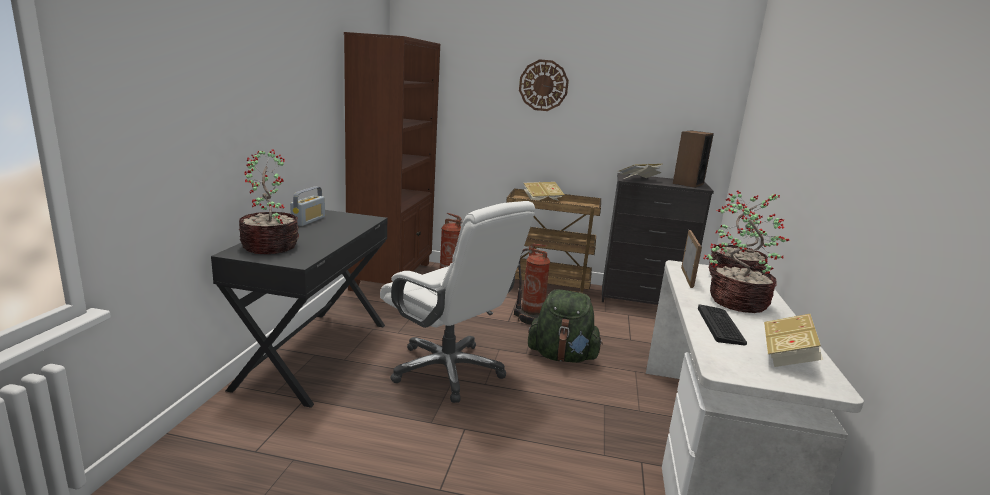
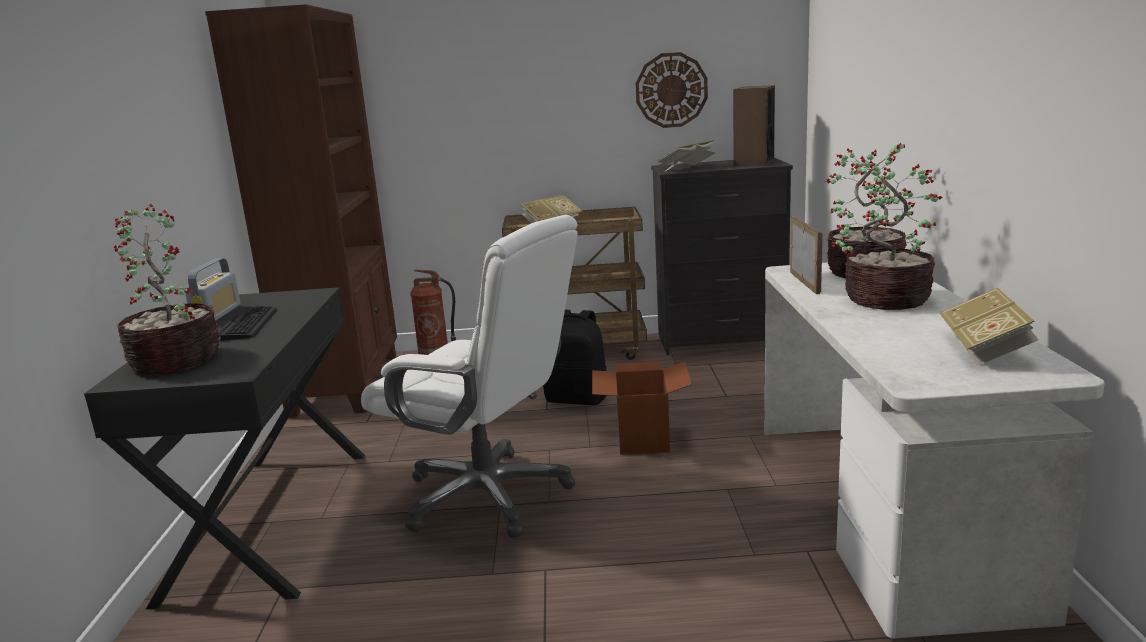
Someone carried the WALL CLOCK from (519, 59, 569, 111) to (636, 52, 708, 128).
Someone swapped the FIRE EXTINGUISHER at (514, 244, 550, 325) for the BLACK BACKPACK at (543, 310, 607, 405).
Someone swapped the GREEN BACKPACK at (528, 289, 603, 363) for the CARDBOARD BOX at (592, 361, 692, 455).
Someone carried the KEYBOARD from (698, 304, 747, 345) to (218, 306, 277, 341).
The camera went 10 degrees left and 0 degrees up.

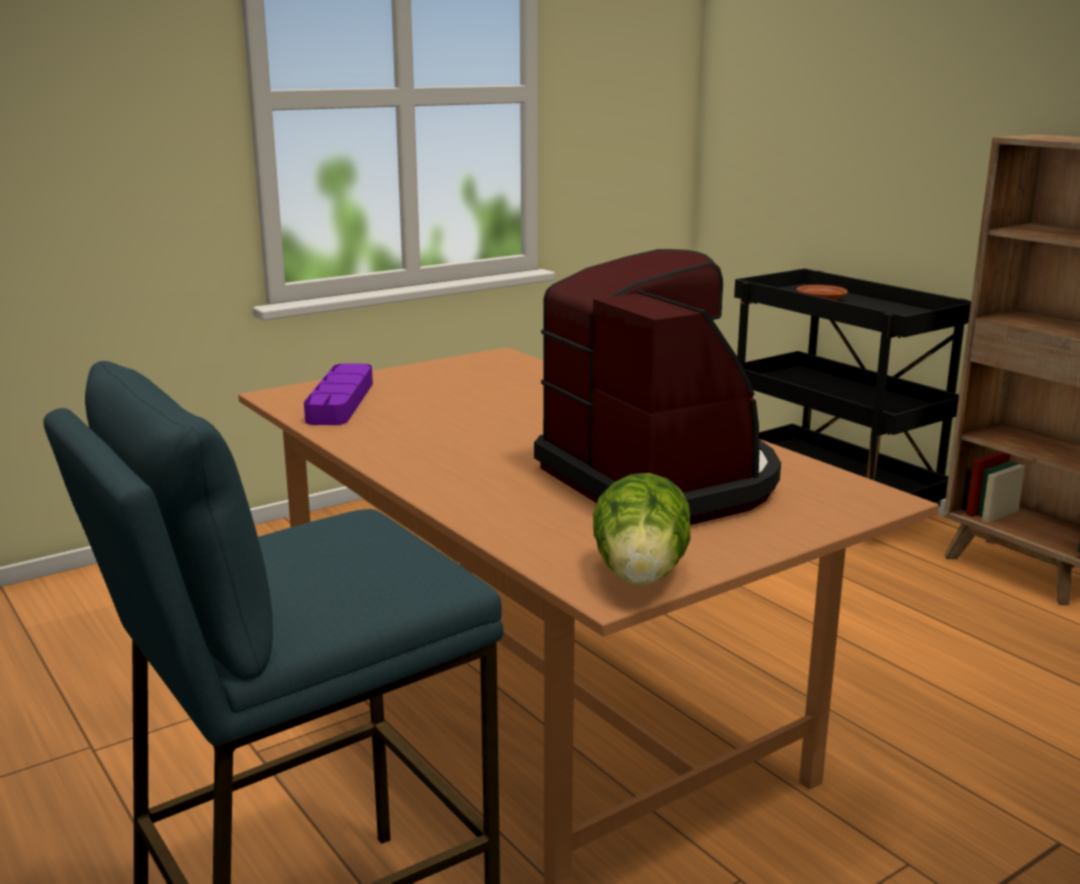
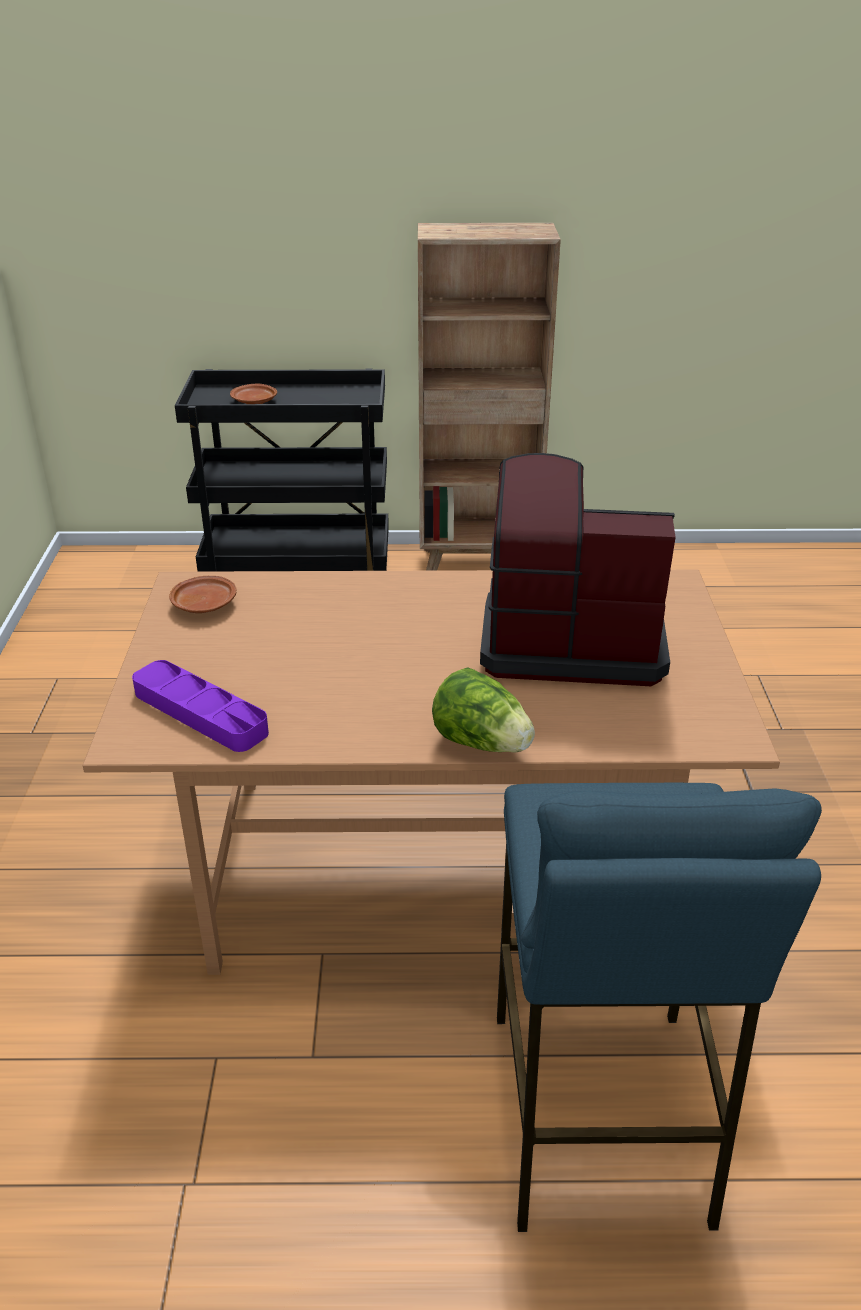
Someone carried the LETTUCE from (593, 473, 690, 586) to (432, 667, 535, 753).
Someone put down the BROWN PLATE at (169, 576, 237, 613).
The camera went 55 degrees left and 15 degrees up.

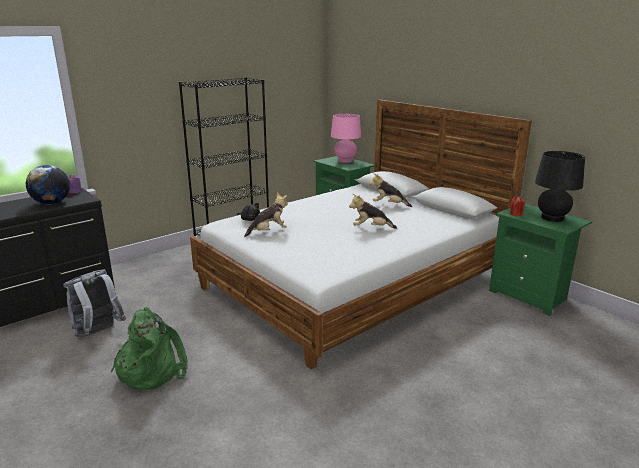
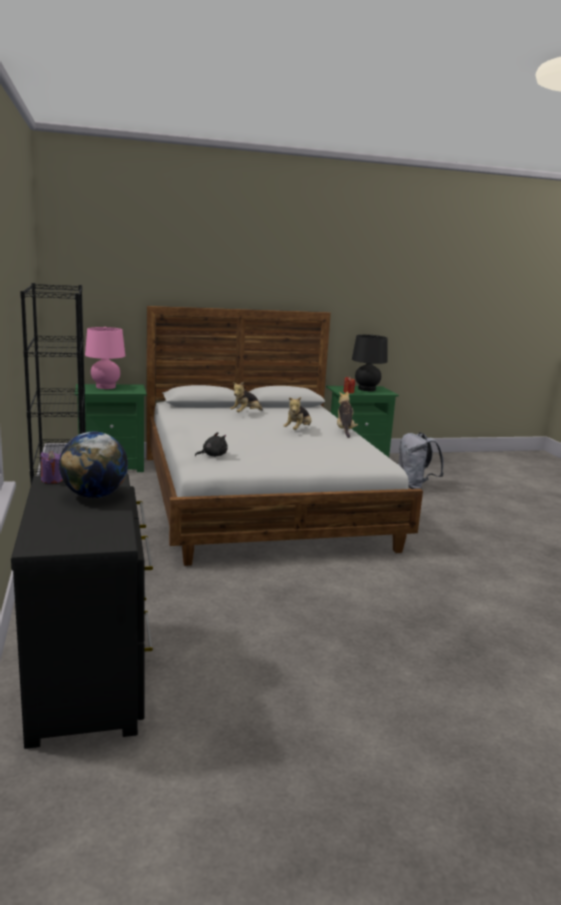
Someone carried the PLUSH TOY from (244, 193, 288, 237) to (337, 391, 358, 438).
Someone carried the GREY BACKPACK from (63, 269, 126, 337) to (398, 432, 444, 489).
Someone took away the GREEN BACKPACK at (111, 306, 188, 390).
The camera went 65 degrees left and 5 degrees down.

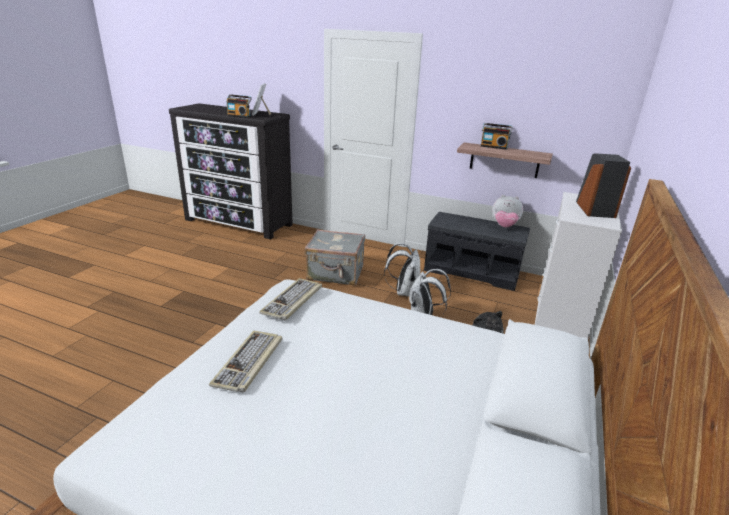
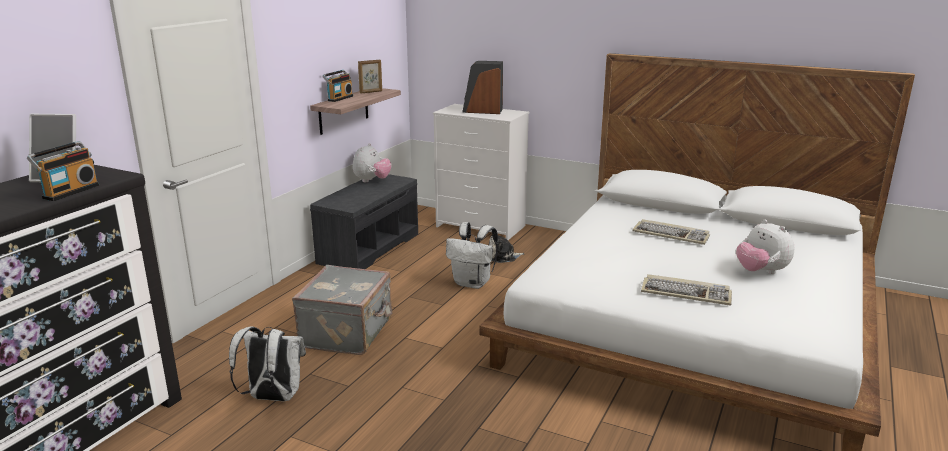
Someone carried the WHITE BACKPACK from (384, 243, 421, 297) to (229, 326, 306, 401).
Someone carried the KEYBOARD from (259, 278, 322, 321) to (632, 219, 710, 245).
Someone put down the PICTURE FRAME at (358, 60, 382, 93).
Someone put down the PLUSH TOY at (736, 220, 794, 274).
The camera went 85 degrees left and 5 degrees down.

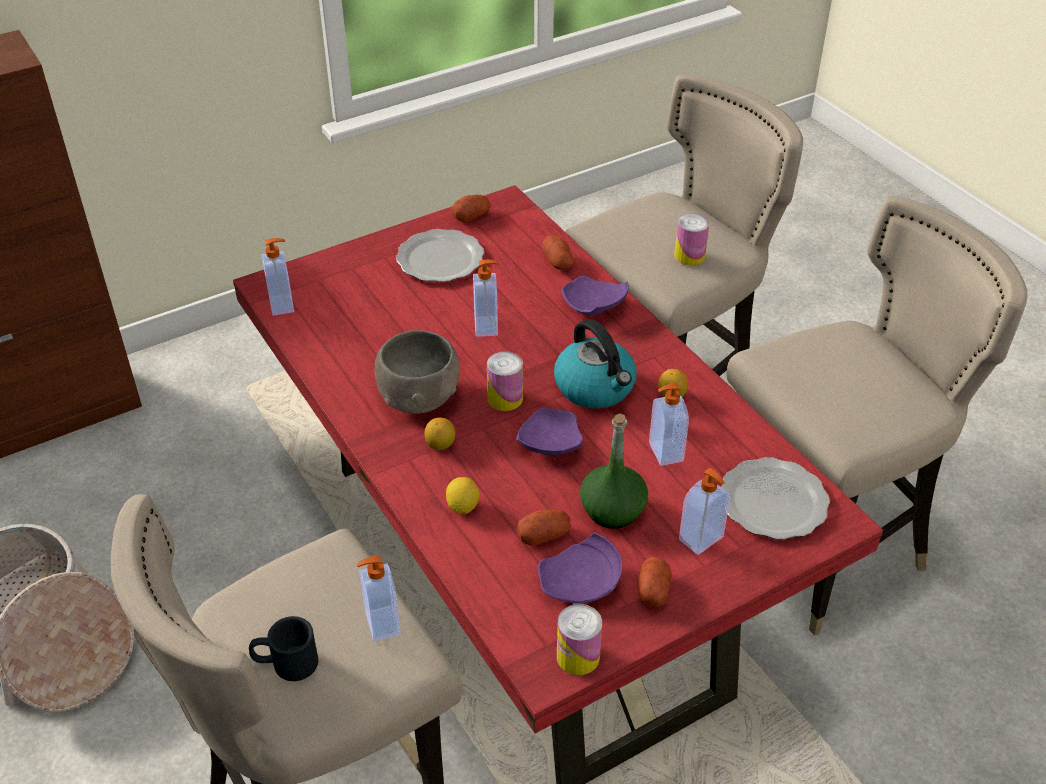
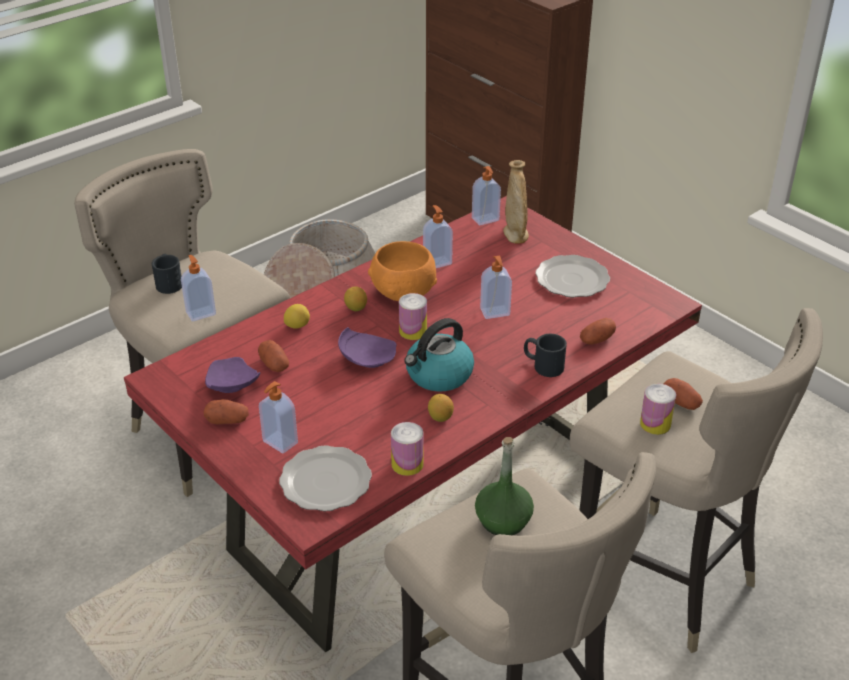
Someone carried the POTATO from (452, 195, 491, 222) to (663, 378, 703, 410).
Someone swapped the PURPLE PLATE at (562, 276, 629, 315) for the BLACK MUG at (524, 334, 567, 377).
Someone repainted the GREY BOWL at (375, 330, 460, 414), which became the ORANGE BOWL at (368, 241, 437, 301).
Someone carried the SOAP DISPENSER from (649, 383, 689, 466) to (423, 205, 453, 268).
Someone carried the GREEN BOTTLE from (580, 413, 648, 529) to (475, 437, 534, 535).
Someone carried the CAN from (557, 604, 602, 675) to (391, 422, 424, 476).
Someone put down the BEIGE VASE at (503, 160, 529, 244).
The camera went 80 degrees right and 5 degrees down.

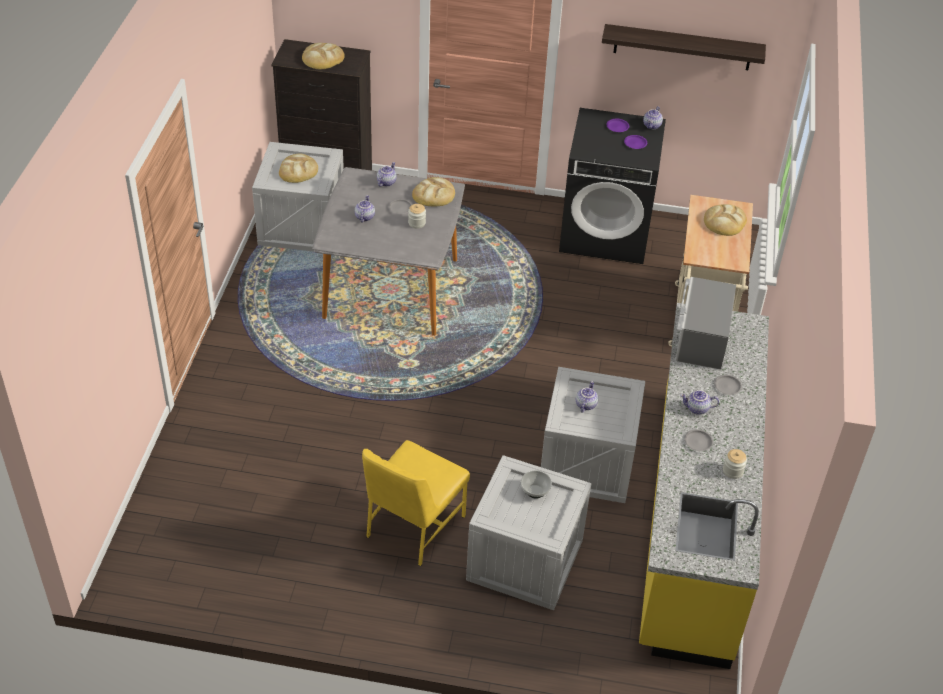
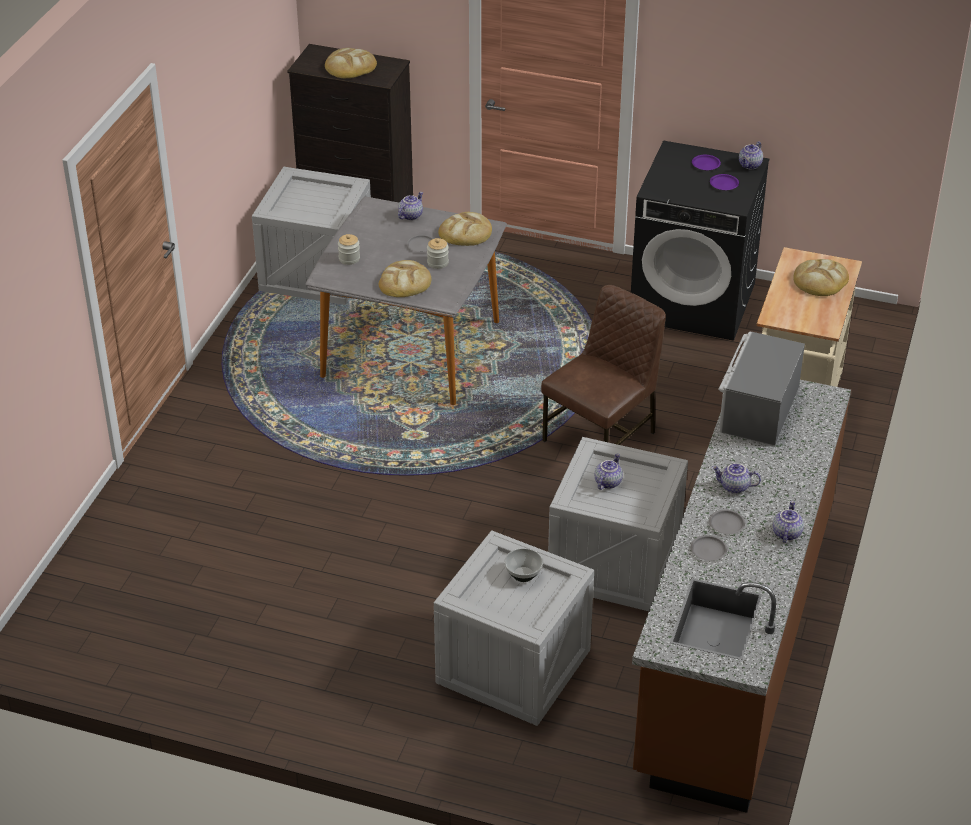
Someone took away the SHELF at (602, 24, 766, 70).
Someone carried the BREAD from (279, 154, 318, 183) to (379, 260, 431, 297).
Someone carried the TEAPOT from (355, 195, 375, 223) to (773, 501, 804, 543).
Someone repainted the YELLOW COUNTER at (639, 303, 769, 669), which became the BROWN COUNTER at (632, 380, 851, 813).
Someone carried the GREY PLATE from (714, 375, 742, 395) to (691, 535, 727, 561).
Someone took away the YELLOW CHAIR at (362, 440, 470, 566).
Someone carried the JAR from (723, 449, 747, 479) to (338, 234, 360, 265).
Someone put down the BROWN CHAIR at (541, 285, 666, 445).
The camera went 10 degrees right and 5 degrees down.

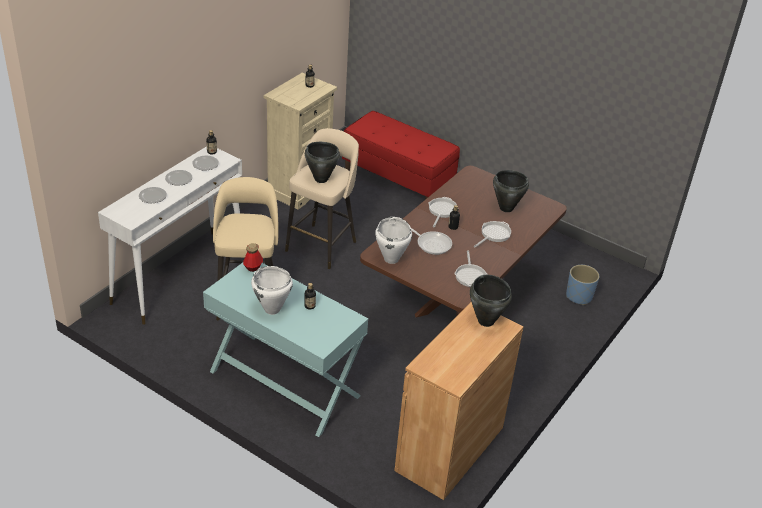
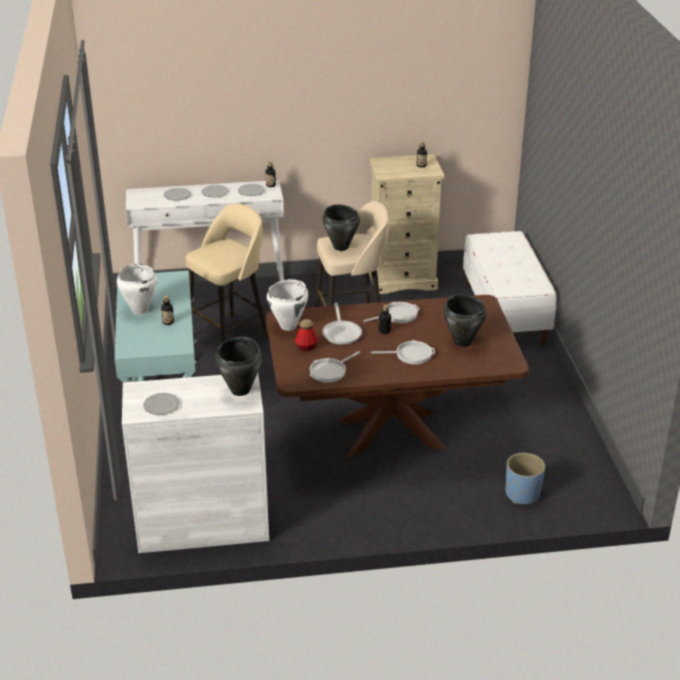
Someone repainted the RED BENCH at (342, 111, 460, 200), which became the WHITE BENCH at (463, 231, 556, 345).
Someone carried the BOTTLE from (243, 243, 263, 272) to (295, 319, 318, 351).
Someone repainted the BROWN CABINET at (394, 302, 524, 500), which became the WHITE CABINET at (122, 373, 269, 553).
Someone put down the PLATE at (143, 393, 180, 415).
The camera went 50 degrees right and 5 degrees down.

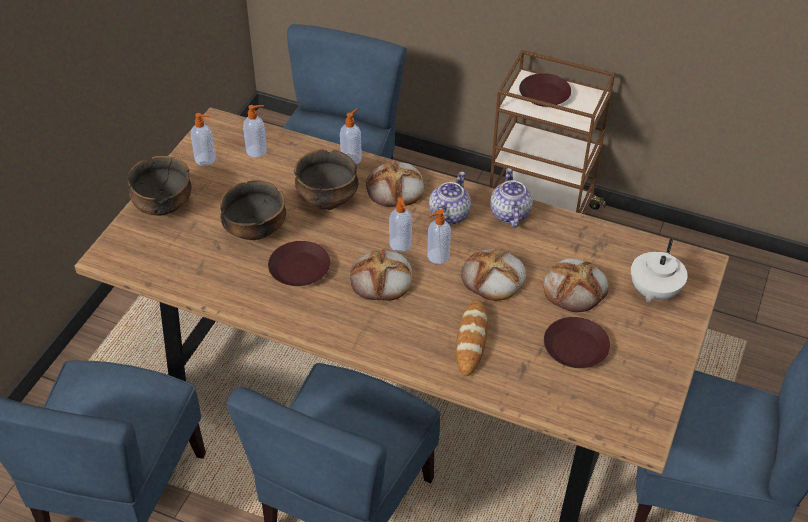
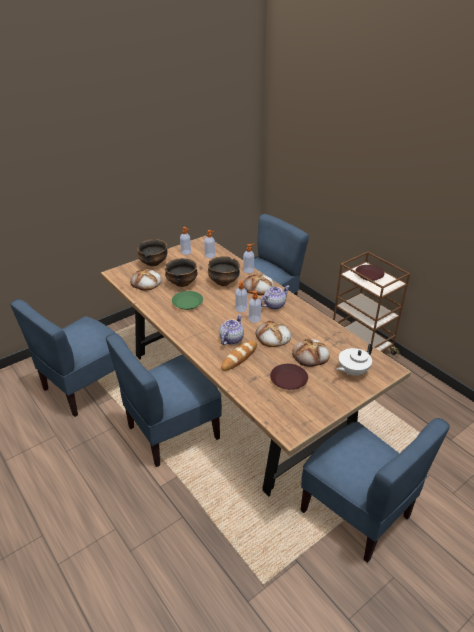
Someone carried the TEAPOT from (490, 168, 533, 228) to (219, 315, 244, 345).
Someone repainted the BROWN PLATE at (268, 241, 330, 286), which became the GREEN PLATE at (172, 291, 203, 310).
Someone carried the BREAD from (350, 249, 412, 301) to (130, 269, 162, 291).
The camera went 30 degrees right and 10 degrees down.

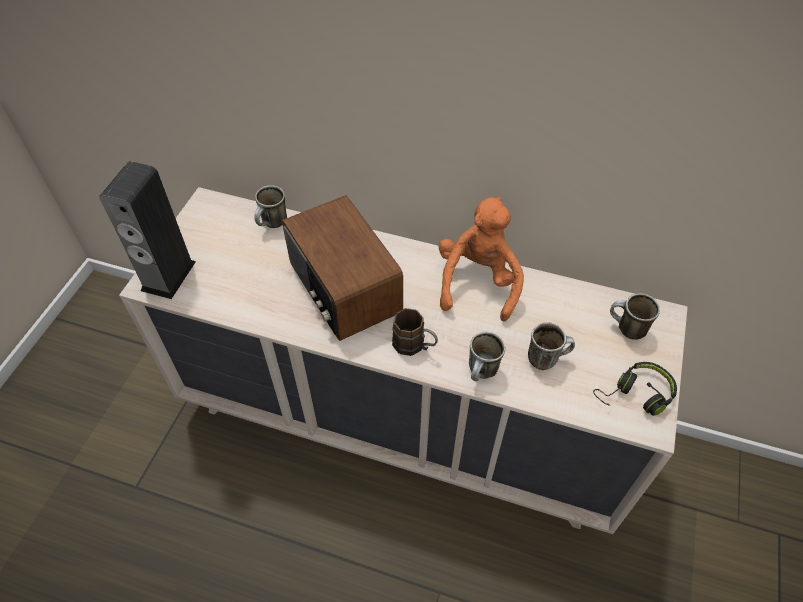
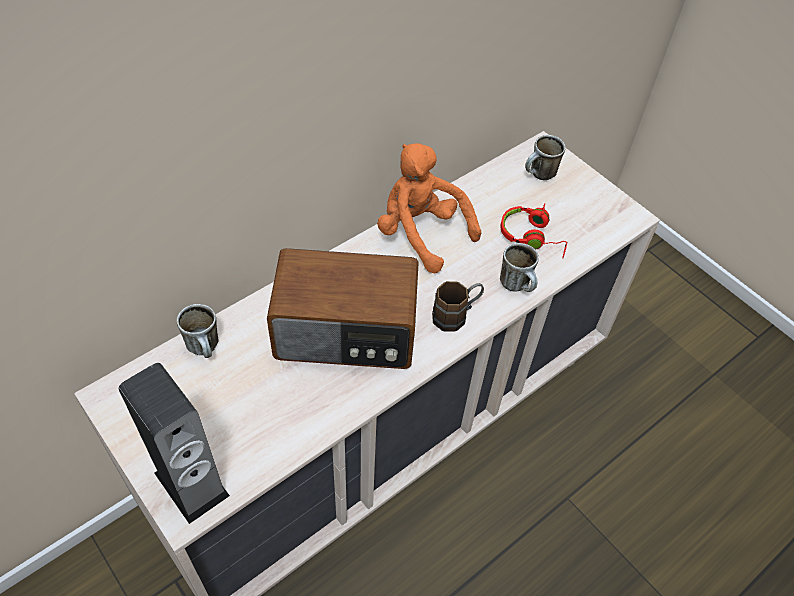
Someone swapped the MUG at (528, 322, 575, 370) for the RED HEADPHONES at (500, 203, 567, 258).
Someone took away the BLACK HEADPHONES at (593, 362, 677, 416).
The camera went 60 degrees left and 0 degrees up.

